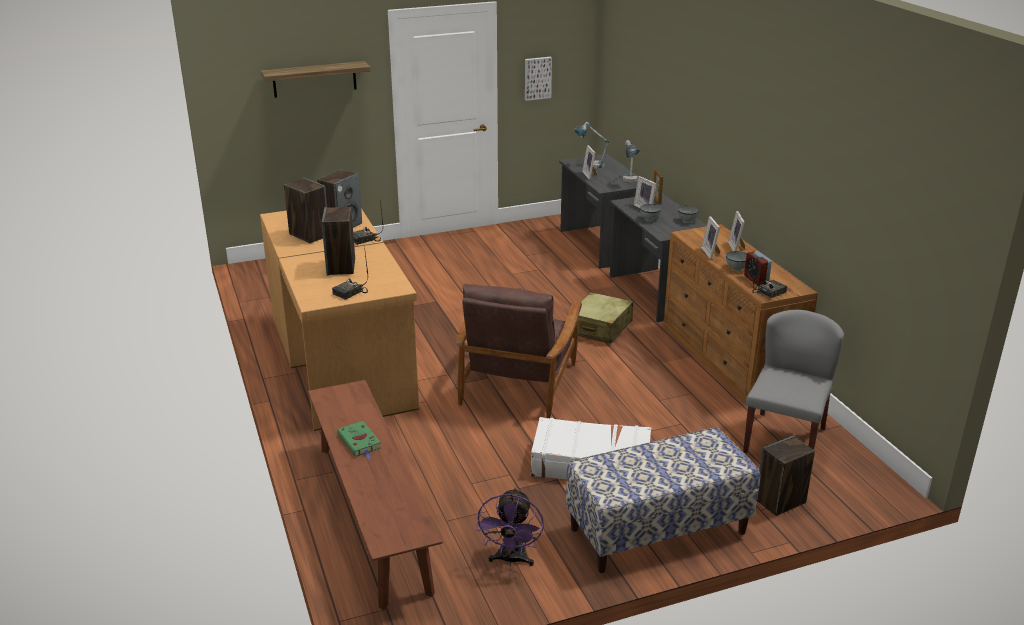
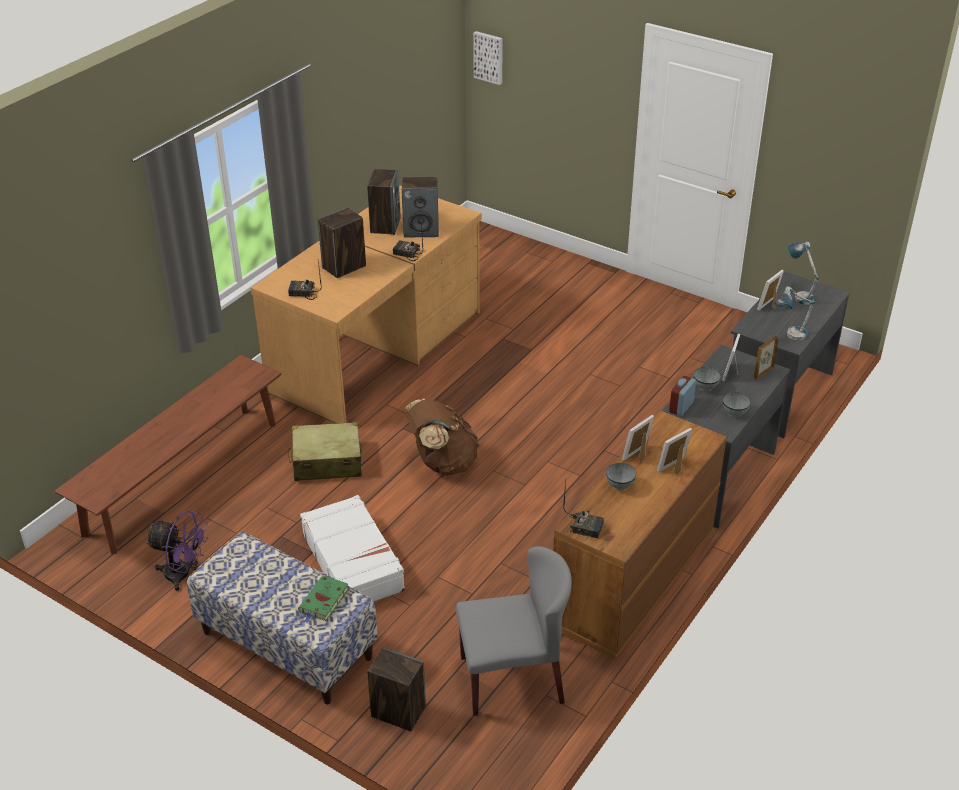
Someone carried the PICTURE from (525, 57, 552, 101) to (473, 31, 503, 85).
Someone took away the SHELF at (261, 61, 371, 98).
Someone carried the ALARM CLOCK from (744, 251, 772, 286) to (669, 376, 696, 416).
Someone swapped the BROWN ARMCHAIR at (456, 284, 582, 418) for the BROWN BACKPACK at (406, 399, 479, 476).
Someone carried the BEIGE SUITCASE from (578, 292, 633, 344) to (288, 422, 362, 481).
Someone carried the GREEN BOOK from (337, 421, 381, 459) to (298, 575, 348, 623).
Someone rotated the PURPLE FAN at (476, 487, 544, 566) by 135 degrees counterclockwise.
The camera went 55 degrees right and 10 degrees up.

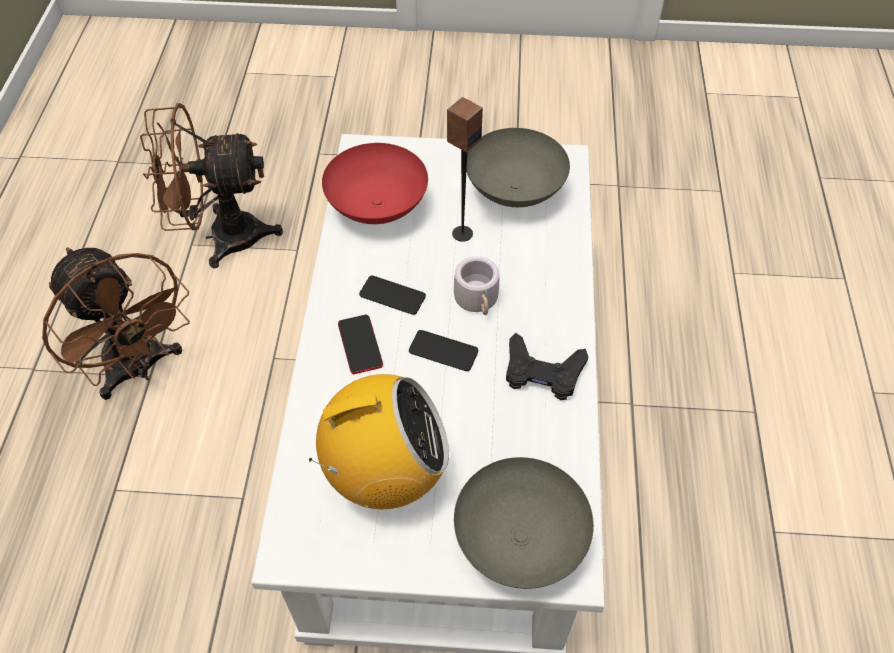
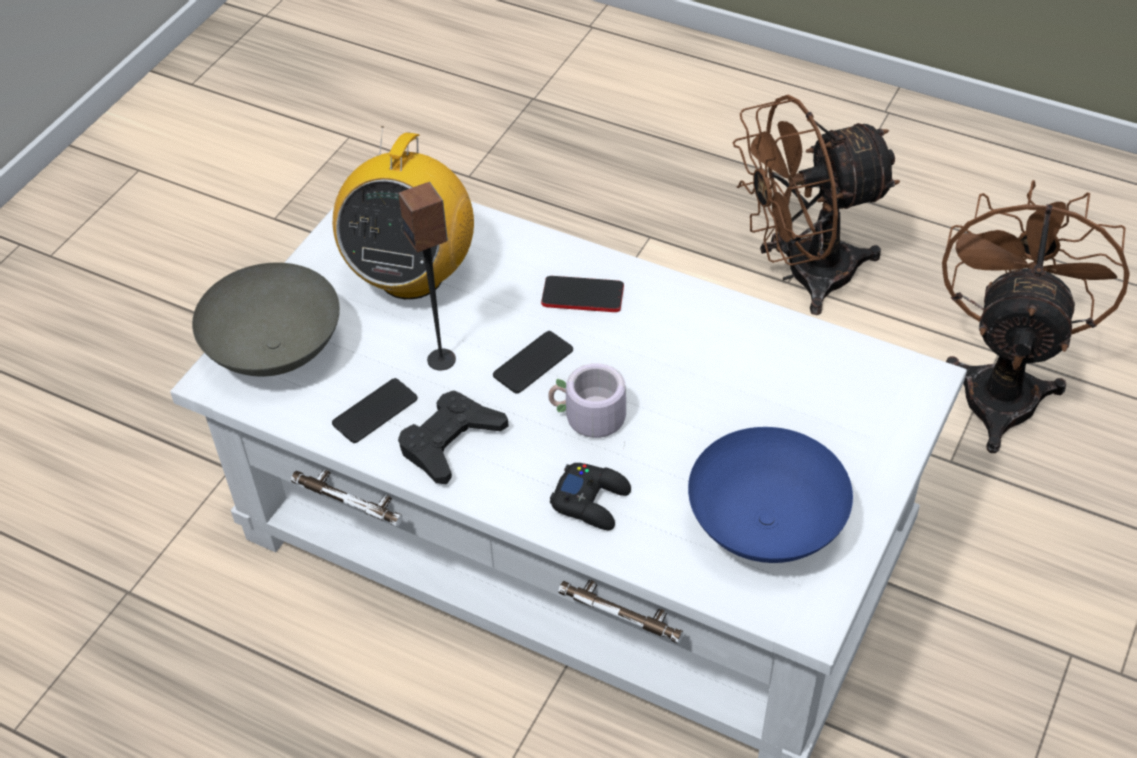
Someone carried the SPEAKER from (447, 97, 483, 242) to (398, 182, 456, 371).
Someone repainted the GREY BOWL at (466, 128, 570, 207), which became the BLUE BOWL at (688, 427, 853, 563).
Someone took away the RED BOWL at (322, 143, 428, 224).
Someone carried the PHONE from (359, 276, 426, 315) to (332, 378, 417, 443).
Someone put down the BLACK GAME CONTROLLER at (550, 463, 631, 530).
The camera went 115 degrees right and 5 degrees down.

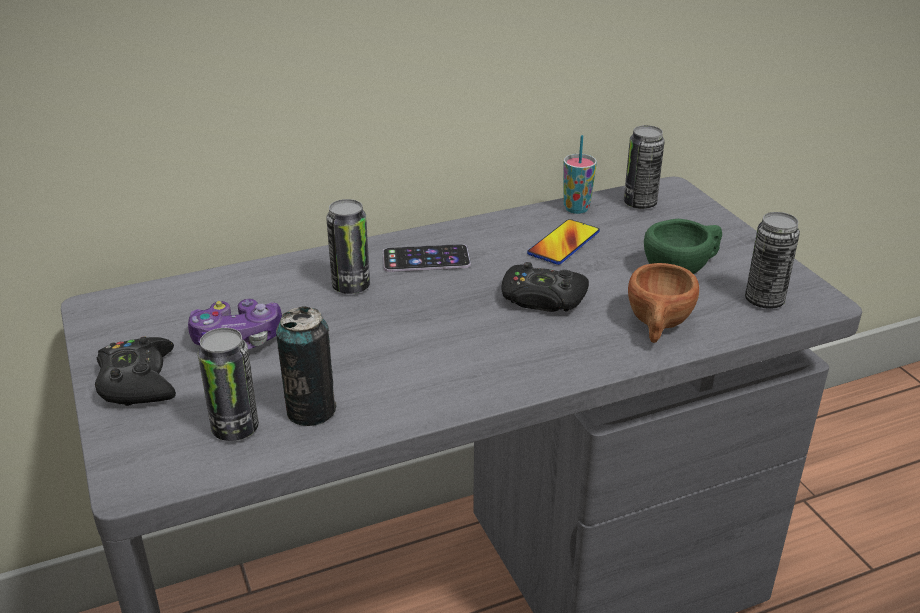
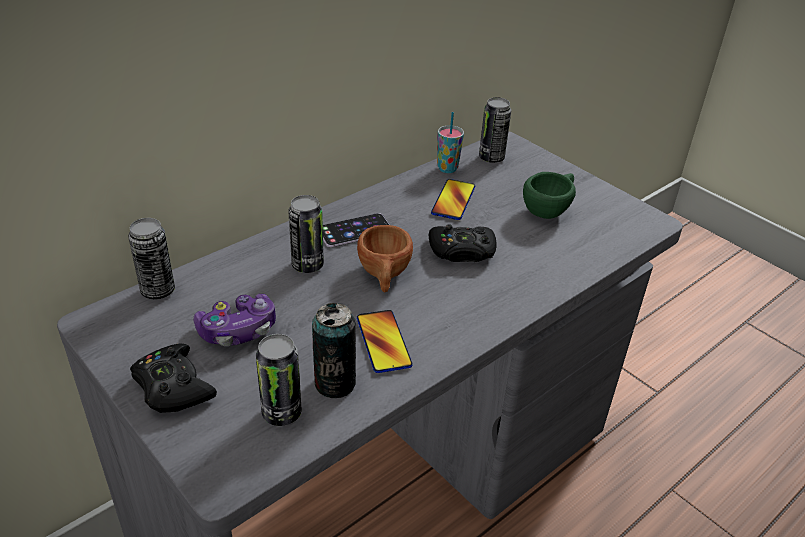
Someone carried the CAN from (745, 212, 800, 309) to (128, 218, 175, 299).
Someone carried the BROWN CUP from (628, 263, 699, 343) to (357, 225, 413, 292).
Someone put down the PHONE at (357, 310, 413, 373).
The camera went 20 degrees left and 5 degrees up.

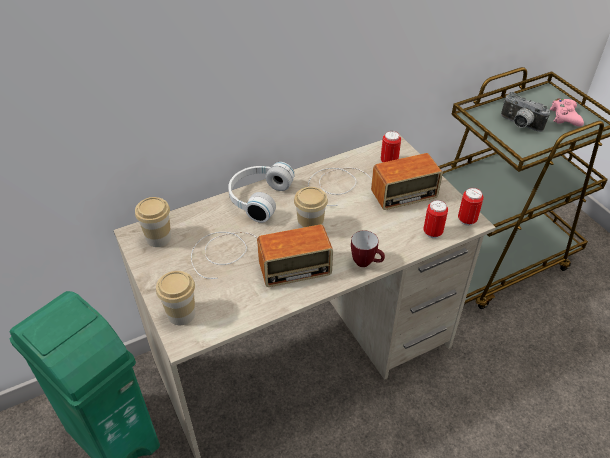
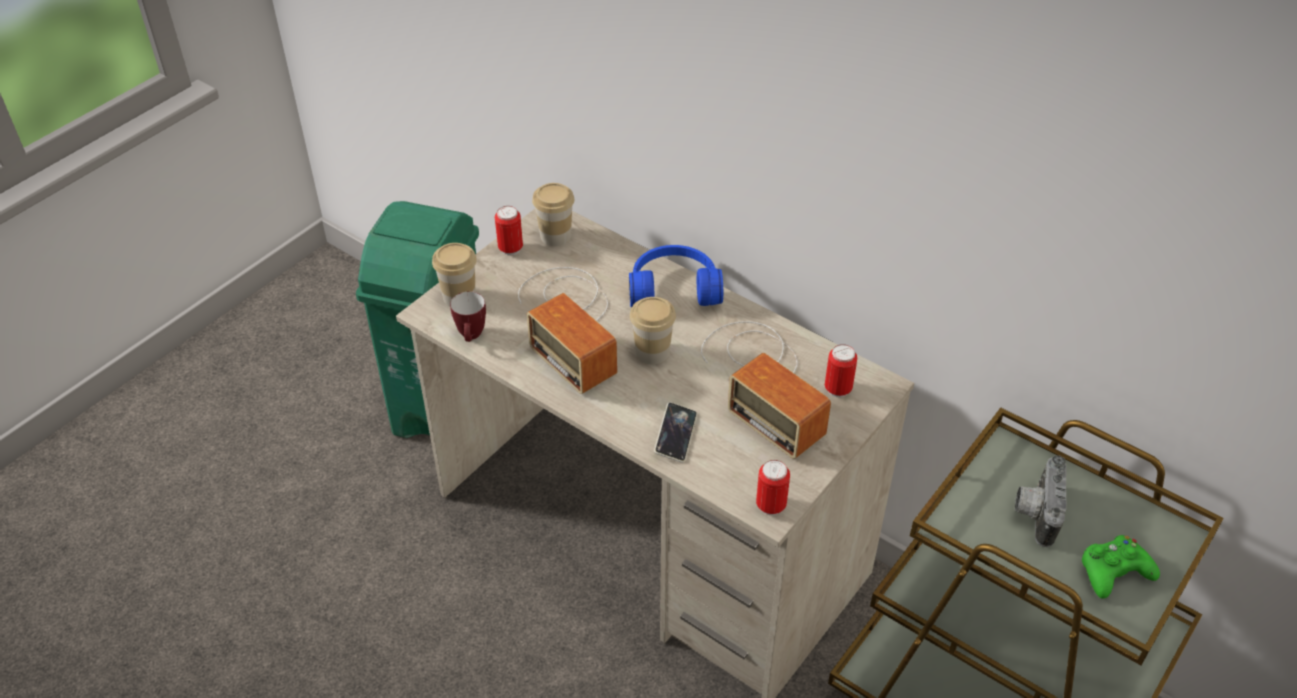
Someone repainted the PINK GAME CONTROLLER at (550, 98, 584, 126), which became the GREEN GAME CONTROLLER at (1082, 535, 1160, 599).
Someone repainted the WHITE HEADPHONES at (228, 162, 295, 223), which became the BLUE HEADPHONES at (629, 245, 723, 307).
Someone carried the CAN from (423, 200, 448, 238) to (495, 206, 523, 256).
Someone carried the MUG from (351, 230, 385, 267) to (450, 291, 486, 342).
Someone put down the PHONE at (654, 402, 697, 463).
The camera went 65 degrees right and 0 degrees up.

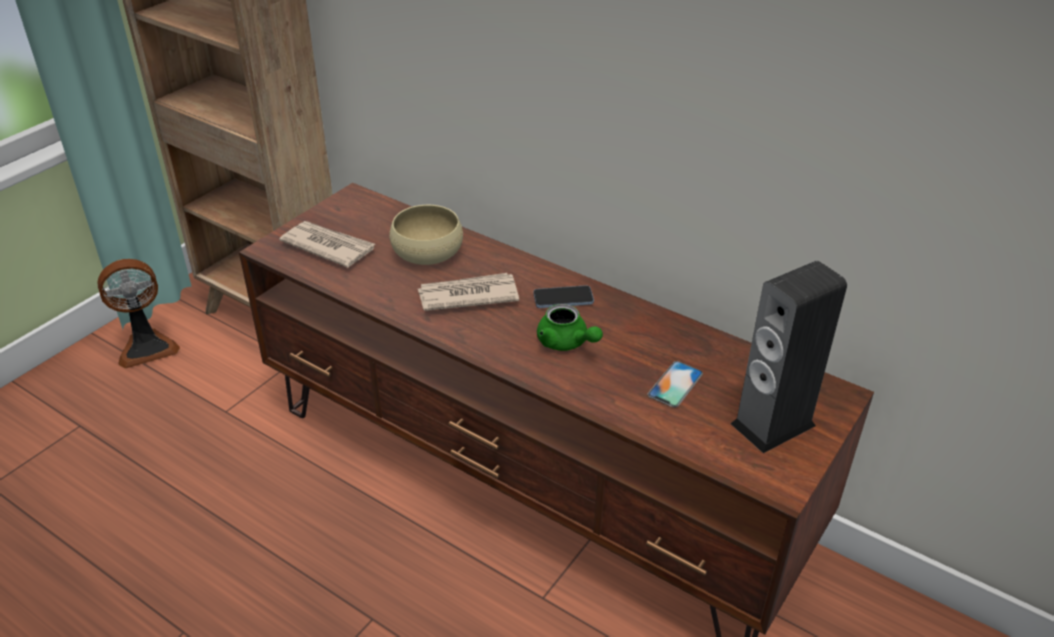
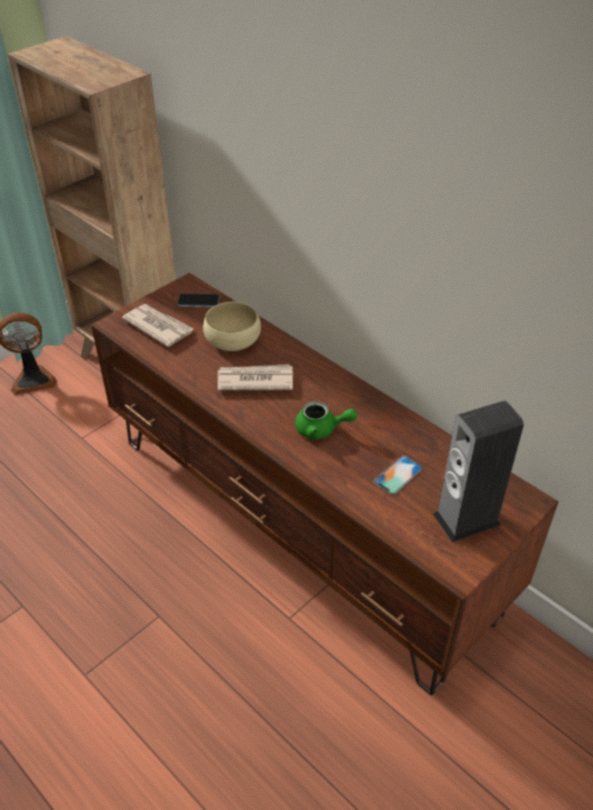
Someone carried the PHONE from (533, 285, 594, 308) to (177, 293, 220, 307).
Someone rotated the GREEN TEAPOT at (537, 304, 603, 351) by 45 degrees counterclockwise.
The camera went 10 degrees right and 5 degrees up.

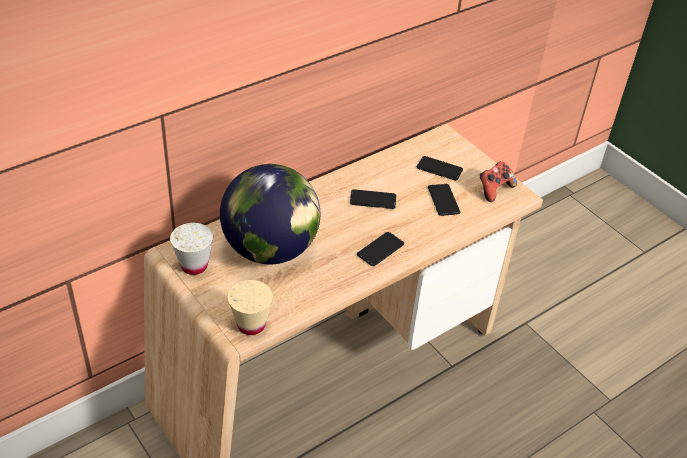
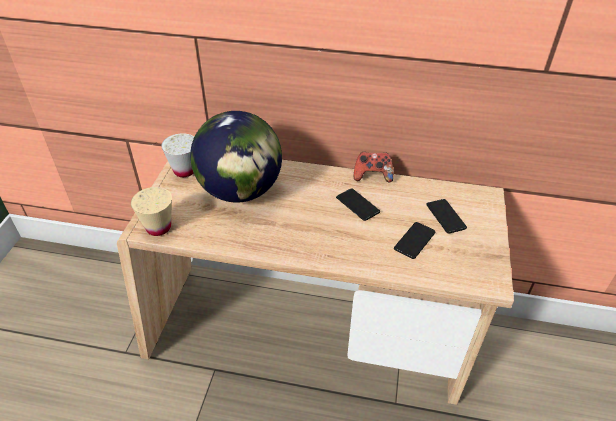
Someone carried the GAME CONTROLLER from (480, 161, 517, 202) to (354, 152, 394, 182).
Someone took away the PHONE at (357, 232, 404, 266).
The camera went 50 degrees right and 0 degrees up.

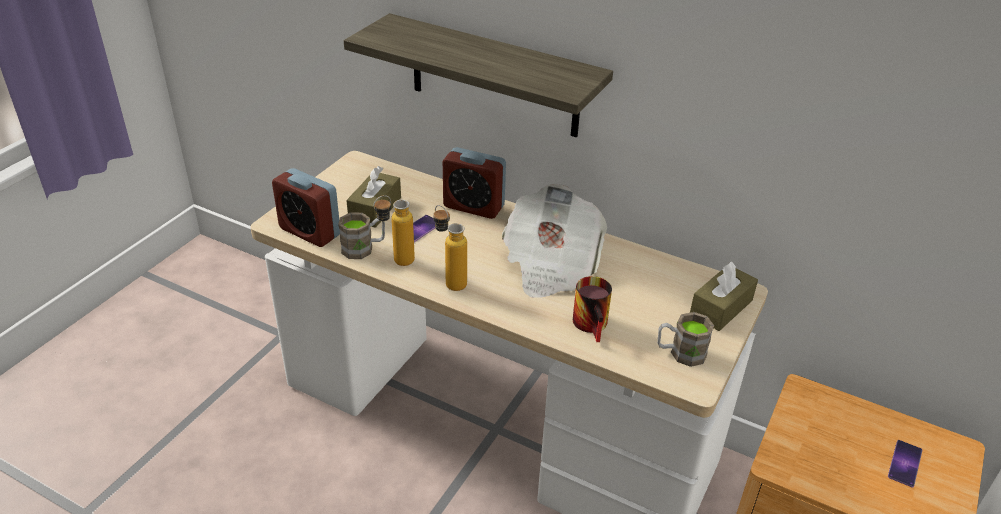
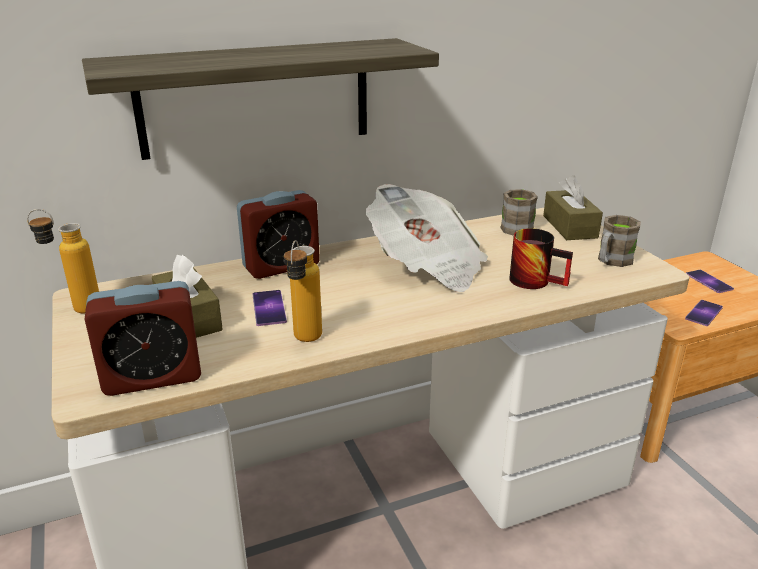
Someone carried the BOTTLE from (433, 205, 467, 291) to (27, 209, 99, 314).
Someone carried the BROWN MUG from (338, 212, 385, 259) to (500, 189, 538, 236).
Someone put down the PHONE at (685, 300, 723, 326).
The camera went 50 degrees left and 10 degrees down.

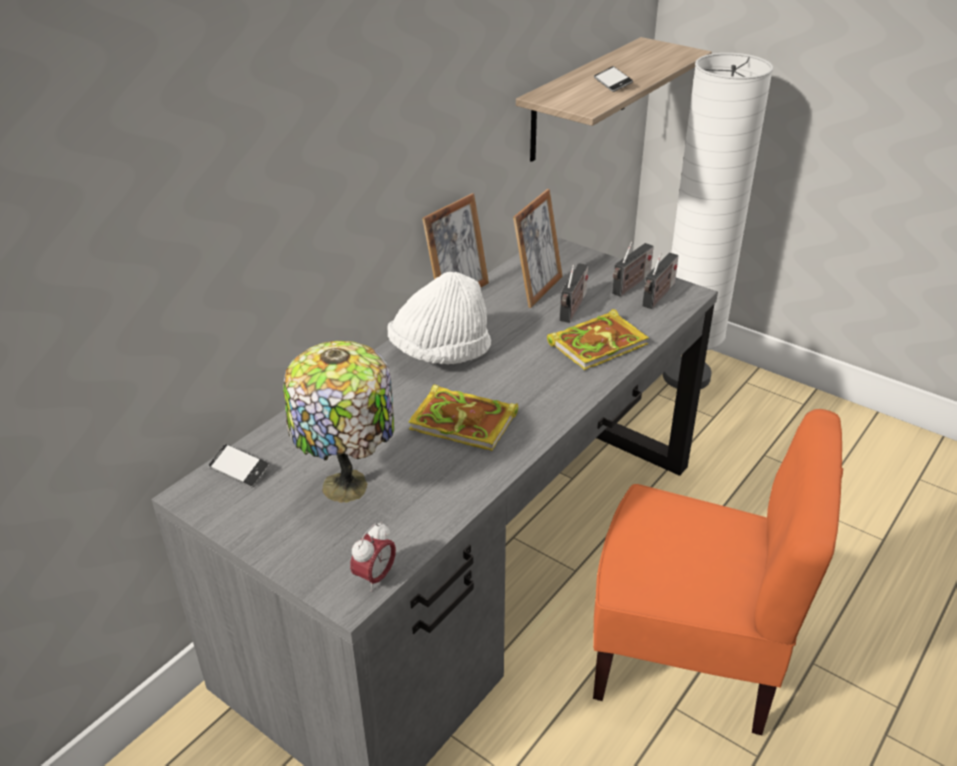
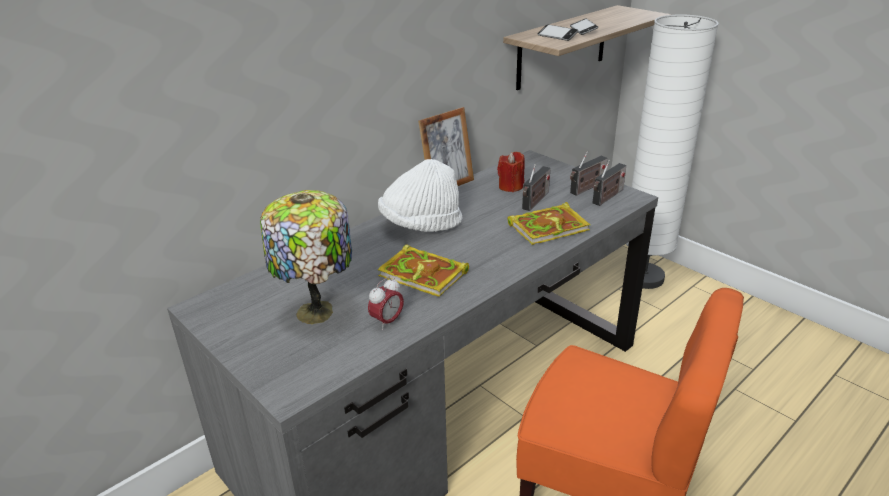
Someone swapped the PICTURE FRAME at (513, 189, 563, 308) for the RED CANDLE at (497, 152, 525, 192).
Someone carried the PHONE from (209, 444, 270, 487) to (538, 24, 578, 41).
Someone carried the ALARM CLOCK from (350, 522, 396, 592) to (368, 277, 404, 330).
The camera went 10 degrees right and 5 degrees down.

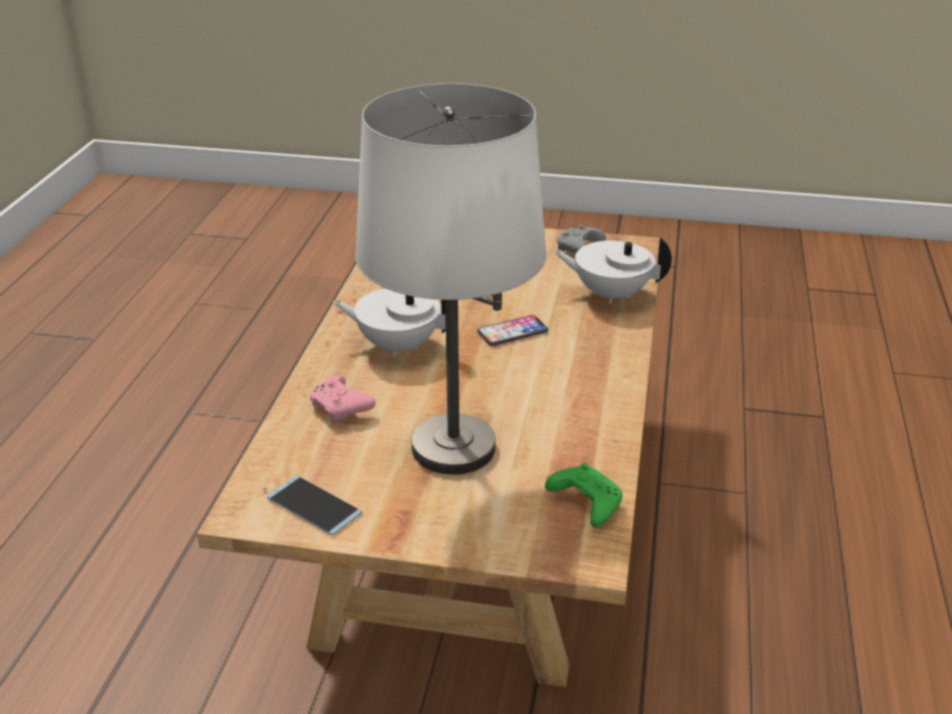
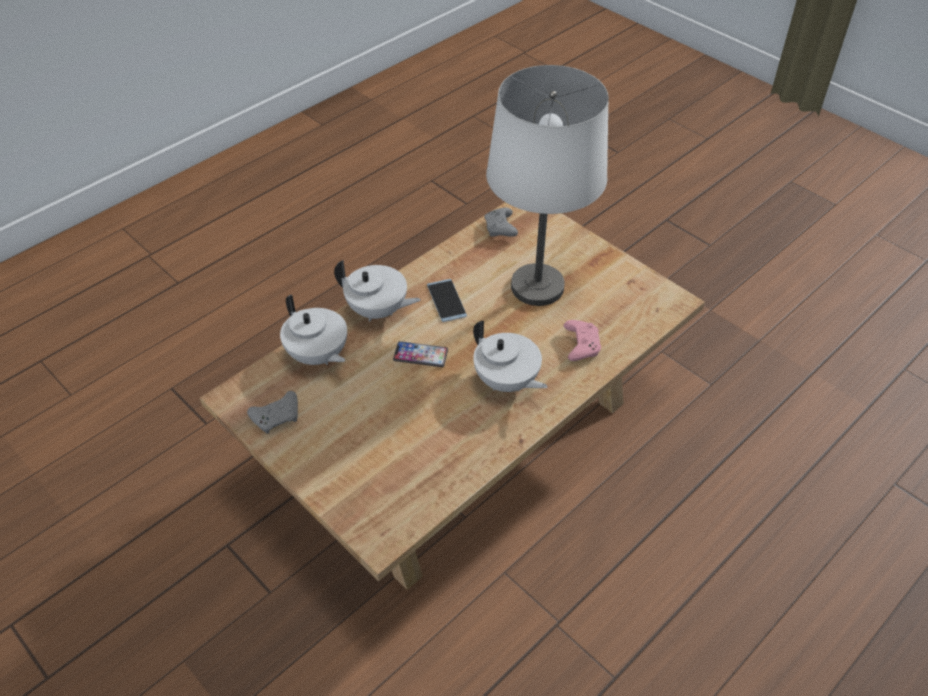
Someone repainted the GREEN GAME CONTROLLER at (545, 463, 622, 527), which became the GREY GAME CONTROLLER at (484, 208, 518, 237).
Someone carried the PHONE from (267, 476, 363, 536) to (427, 279, 467, 322).
Someone put down the WHITE TEAPOT at (334, 260, 421, 321).
The camera went 145 degrees left and 15 degrees up.

